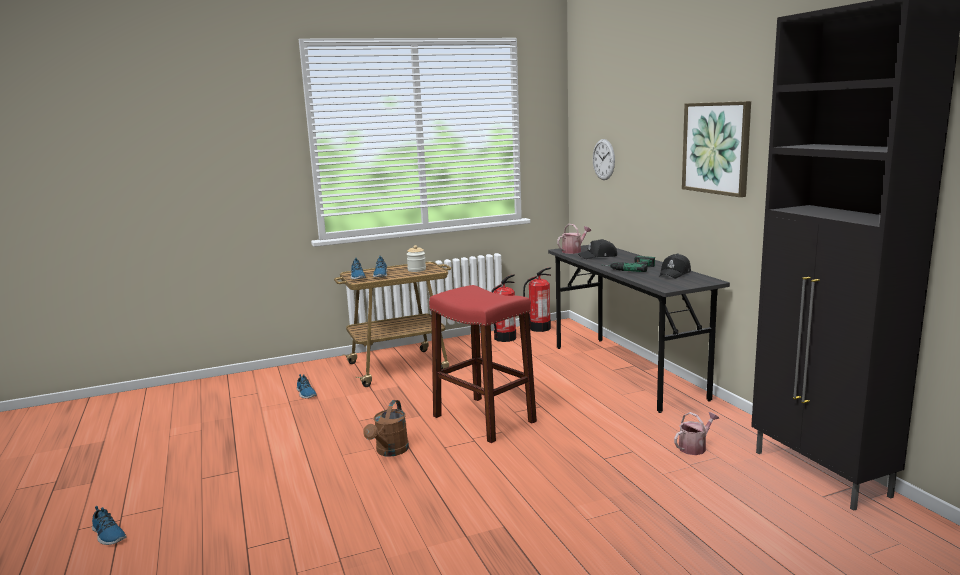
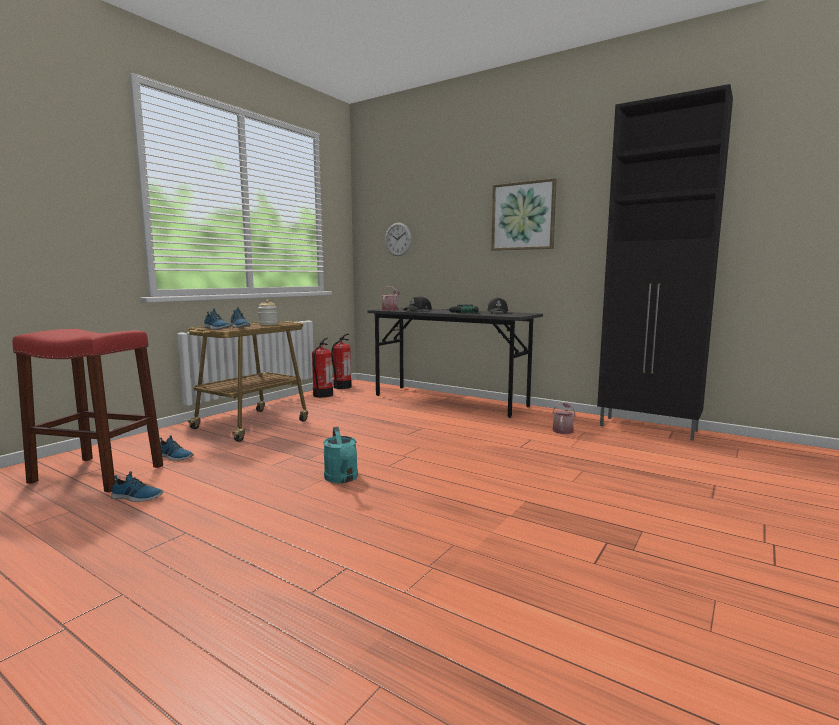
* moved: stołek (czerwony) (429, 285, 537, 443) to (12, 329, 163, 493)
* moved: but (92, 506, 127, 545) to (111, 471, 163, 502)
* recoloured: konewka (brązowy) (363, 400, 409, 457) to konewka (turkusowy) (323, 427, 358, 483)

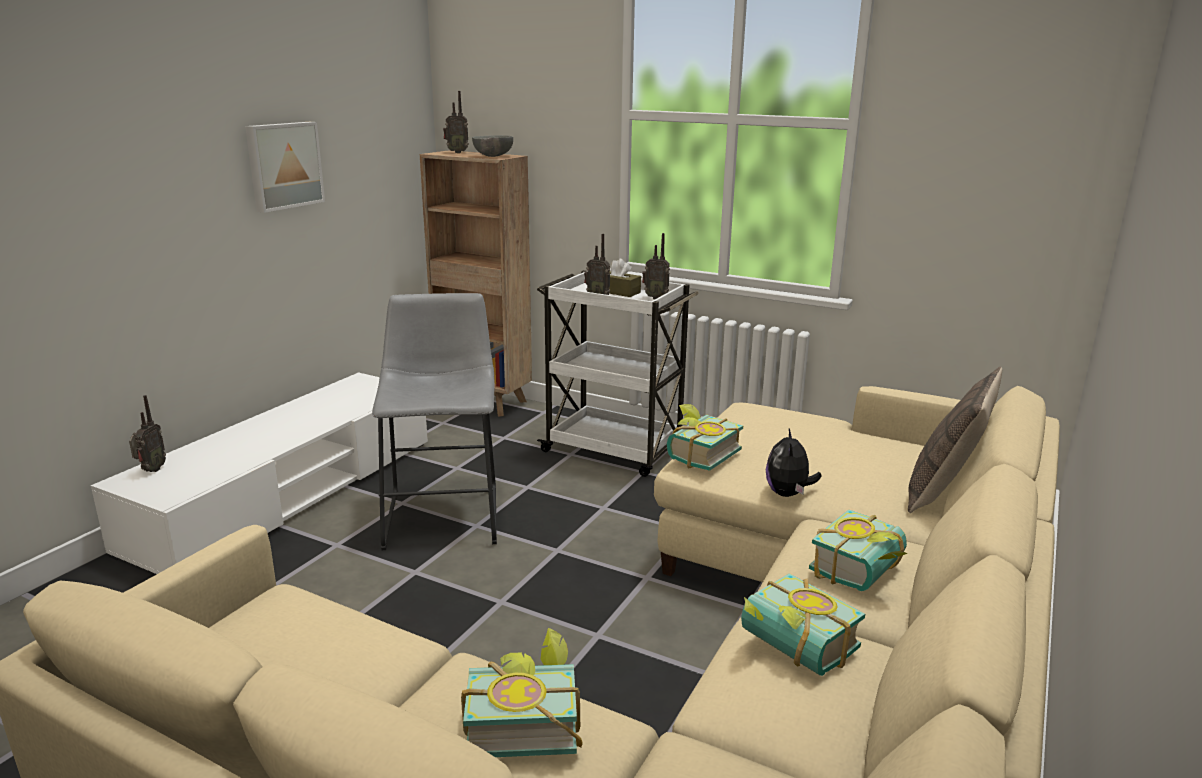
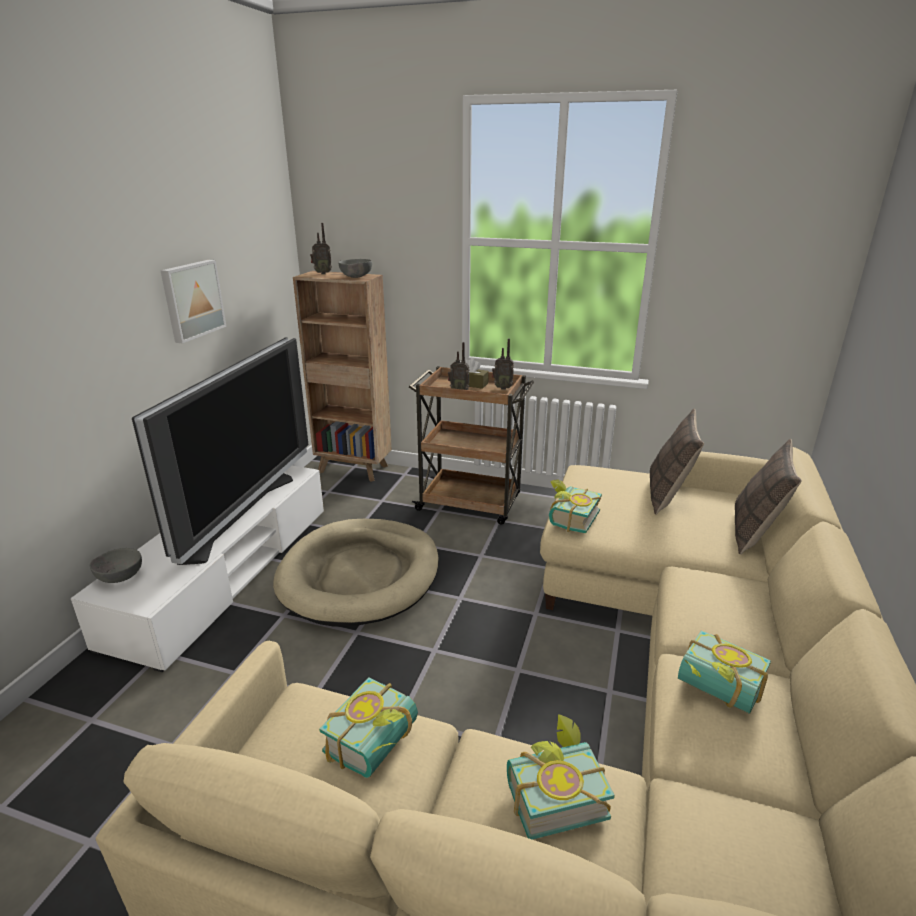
* replaced: radio (129, 395, 166, 472) to miska (szary) (90, 548, 142, 583)
* added: telewizor (132, 337, 309, 565)
* replaced: stołek (szary) (372, 293, 497, 550) to legowisko (beżowy) (273, 519, 439, 627)
* moved: książka (809, 510, 908, 591) to (319, 677, 418, 778)
* recoloured: wózek (biały) (537, 270, 699, 477) to wózek (brązowy) (409, 366, 534, 525)
* added: poduszka (650, 409, 704, 515)
* removed: pluszak (766, 429, 822, 497)

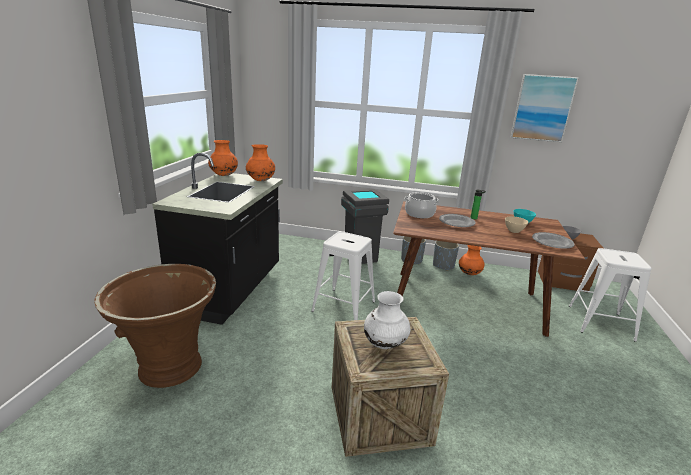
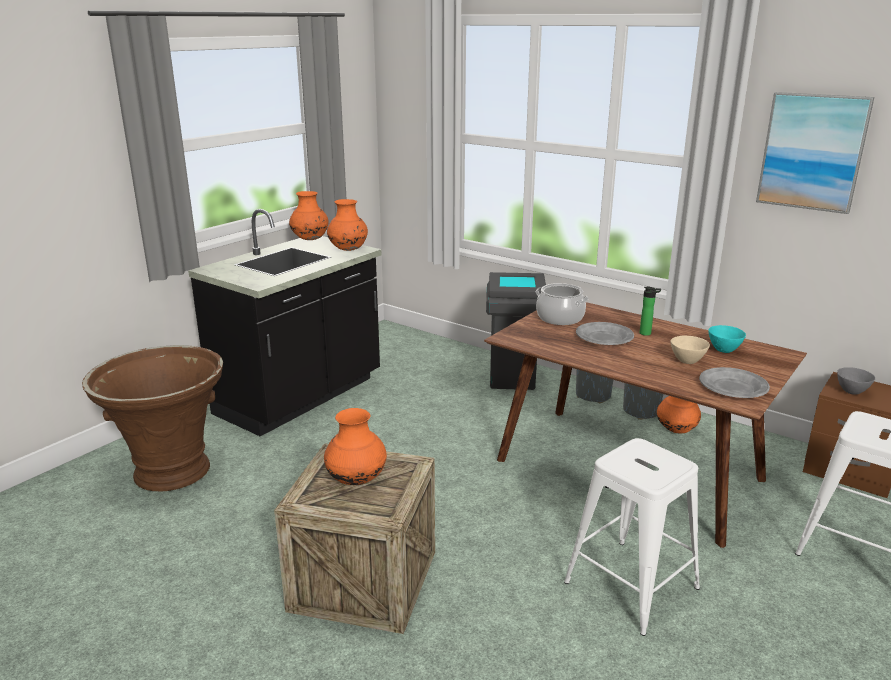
* recoloured: wazon (biały) (364, 291, 410, 349) to wazon (pomarańczowy) (324, 408, 387, 485)
* moved: stołek (biały) (311, 231, 375, 320) to (564, 438, 700, 636)

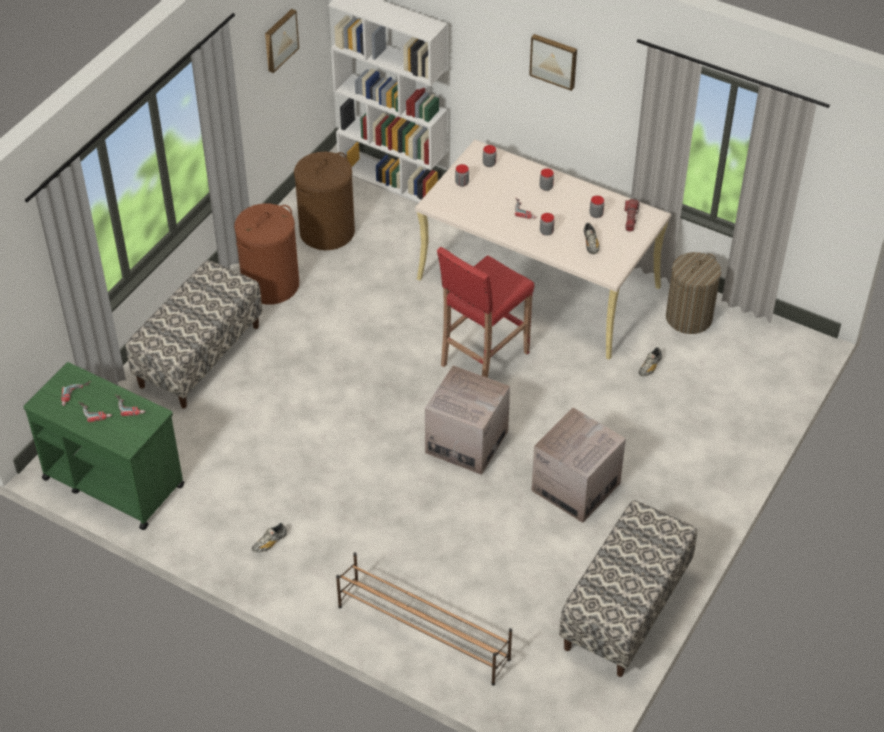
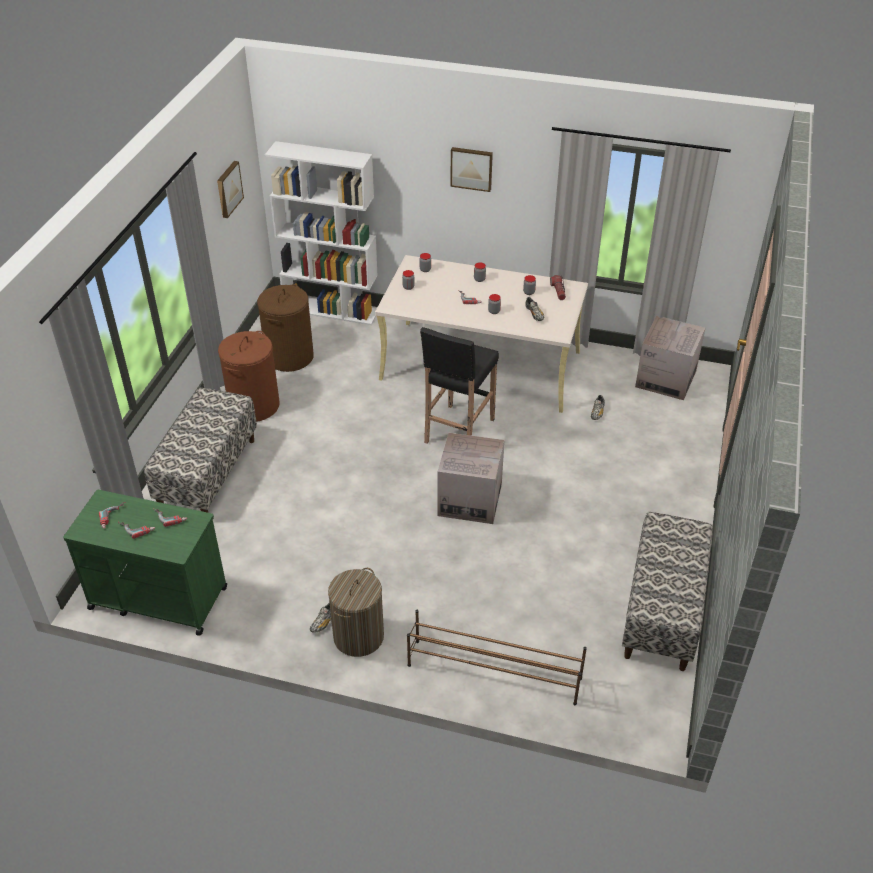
* moved: kosz na pranie (666, 252, 721, 334) to (328, 568, 384, 657)
* recoloured: stołek (czerwony) (437, 247, 534, 378) to stołek (czarny) (420, 327, 499, 444)
* moved: karton (531, 407, 626, 523) to (635, 316, 705, 400)

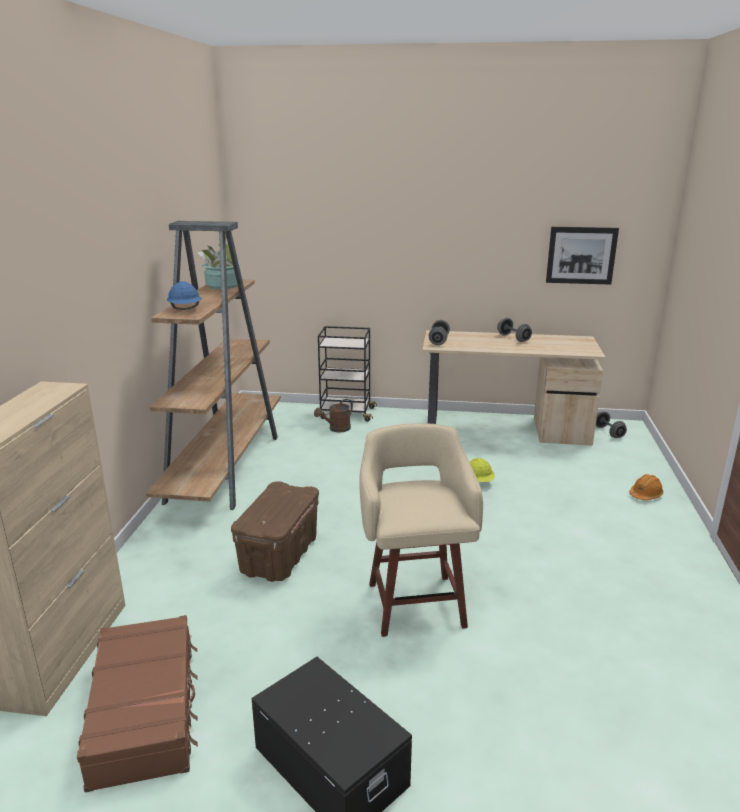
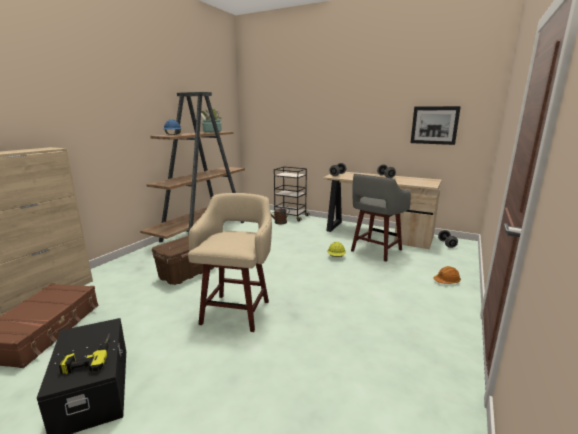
* added: wiertarka (59, 333, 110, 374)
* added: stołek (szary) (351, 174, 411, 262)

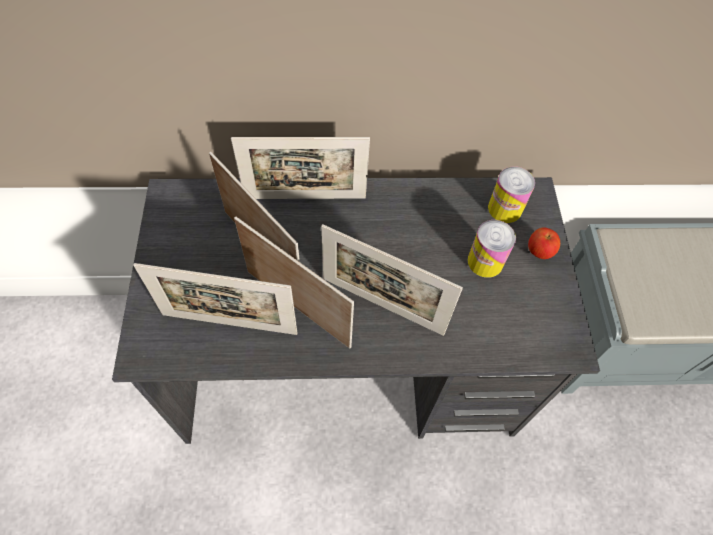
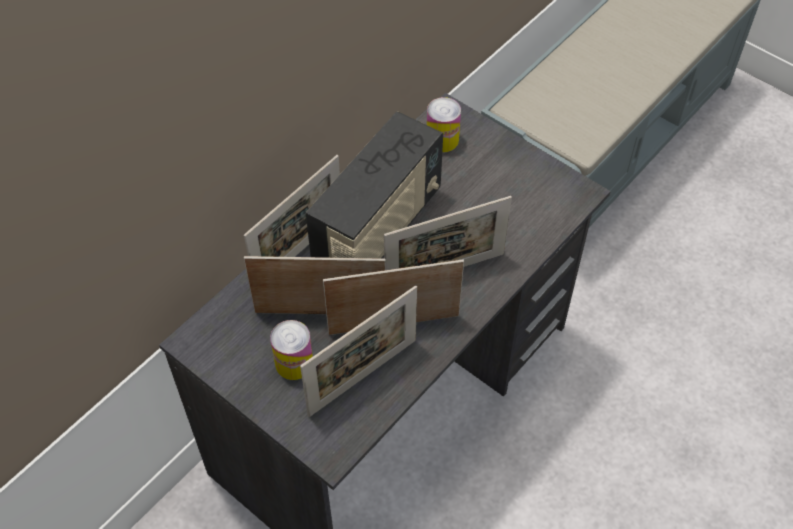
* moved: puszka (468, 220, 516, 278) to (270, 320, 313, 380)
* added: radio (306, 111, 443, 259)
* removed: jabłko (528, 228, 560, 259)

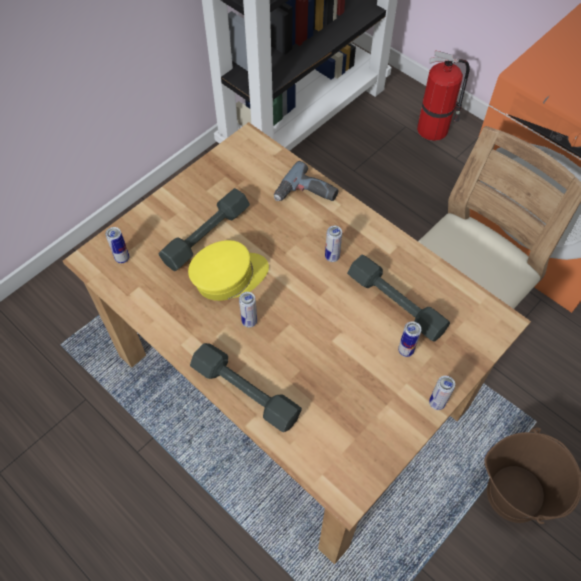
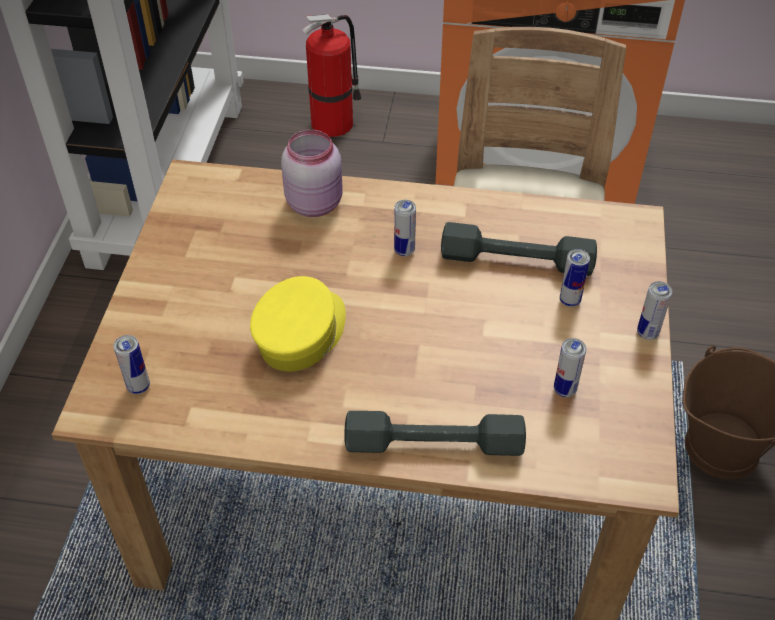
* replaced: wiertarka (274, 161, 338, 201) to słoik (różowy) (281, 130, 342, 217)
* moved: puszka (239, 292, 257, 328) to (554, 338, 586, 397)
* removed: hantel (szary) (158, 188, 250, 271)

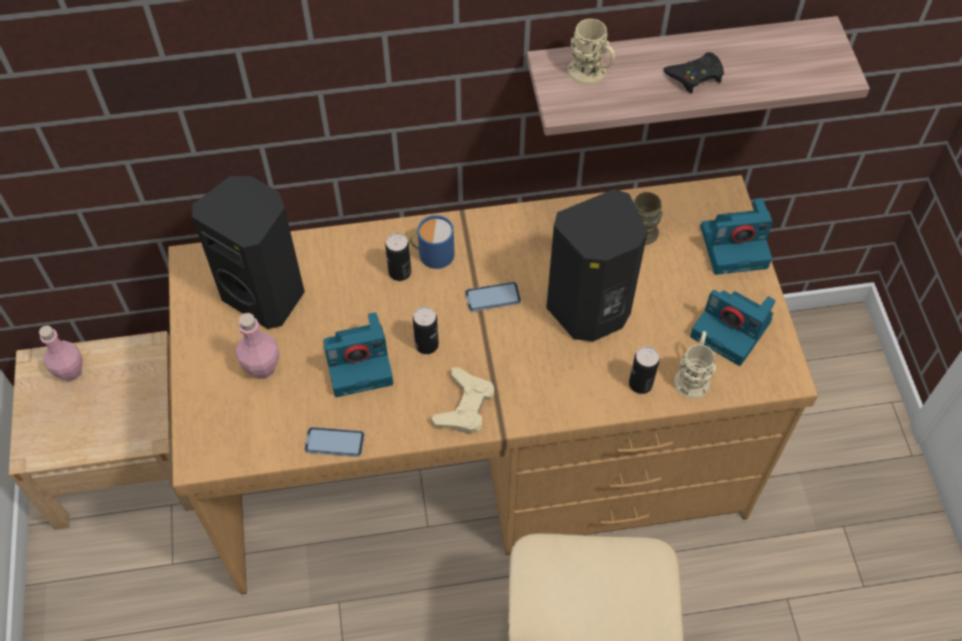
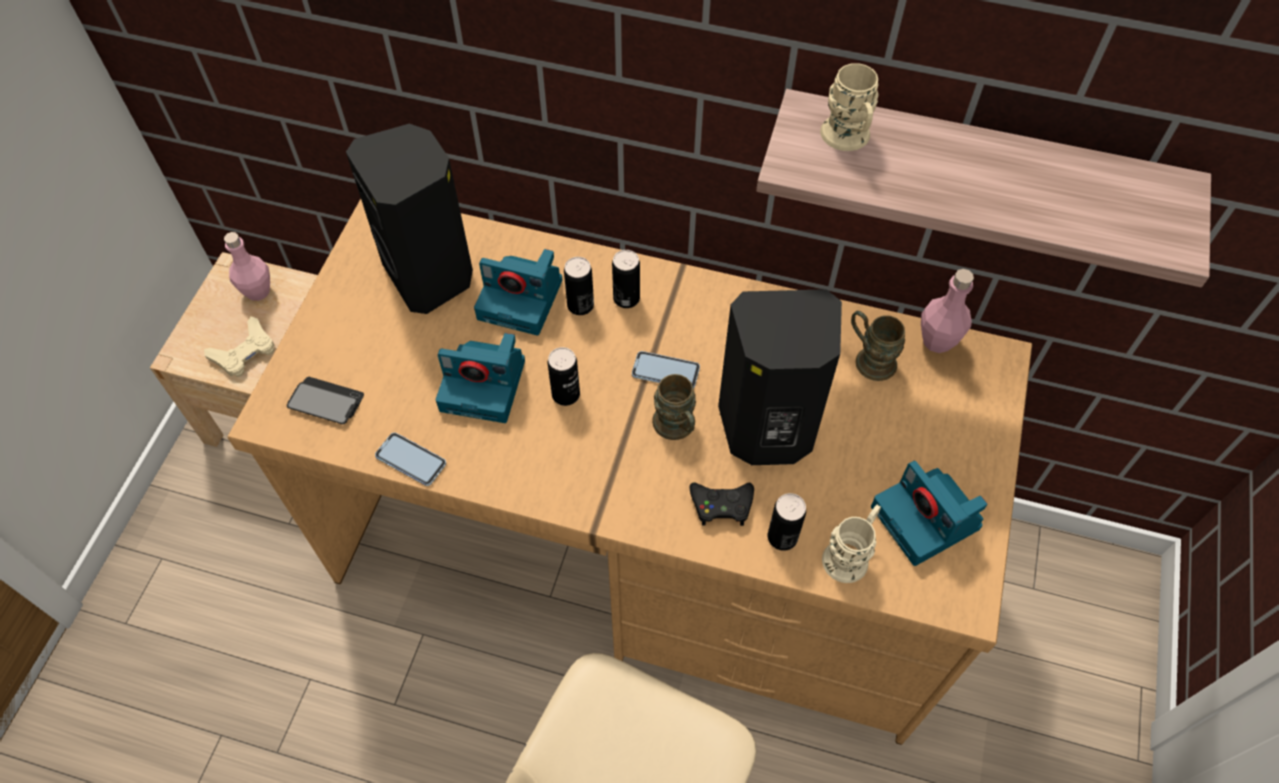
* moved: pad do gier (beżowy) (431, 367, 494, 434) to (204, 316, 275, 377)
* added: telefon (287, 377, 364, 425)
* moved: aparat fotograficzny (701, 198, 773, 275) to (474, 249, 562, 335)
* replaced: kubek (niebieski) (410, 215, 455, 269) to puszka (612, 250, 640, 308)
* added: kubek (brązowy) (652, 374, 696, 440)
* moved: pad do gier (czarny) (663, 52, 724, 93) to (689, 482, 754, 526)
* moved: butelka (różowy) (236, 313, 279, 379) to (921, 269, 974, 353)

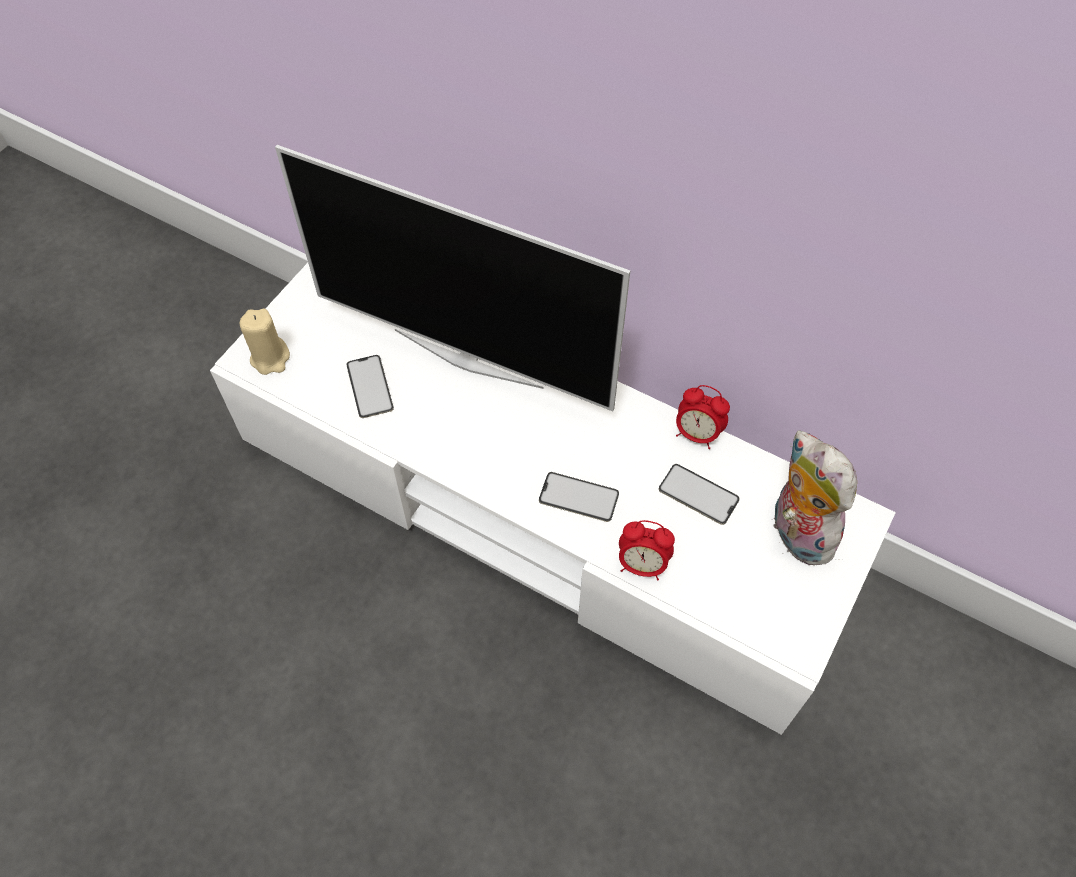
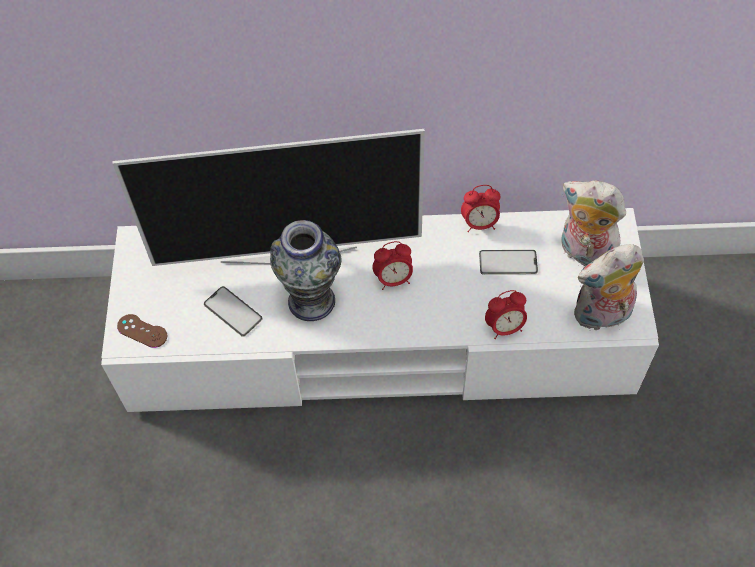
* replaced: świeca (beżowy) (240, 309, 290, 375) to pad do gier (brązowy) (117, 314, 167, 348)
* added: wazon (270, 220, 342, 321)
* added: budzik (372, 241, 413, 290)
* added: pluszak (574, 244, 644, 330)
* removed: telefon (539, 472, 619, 522)

